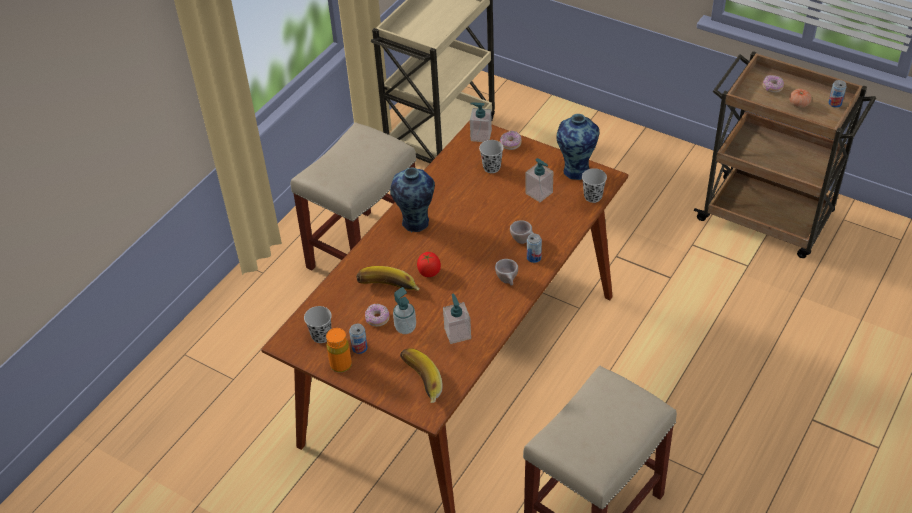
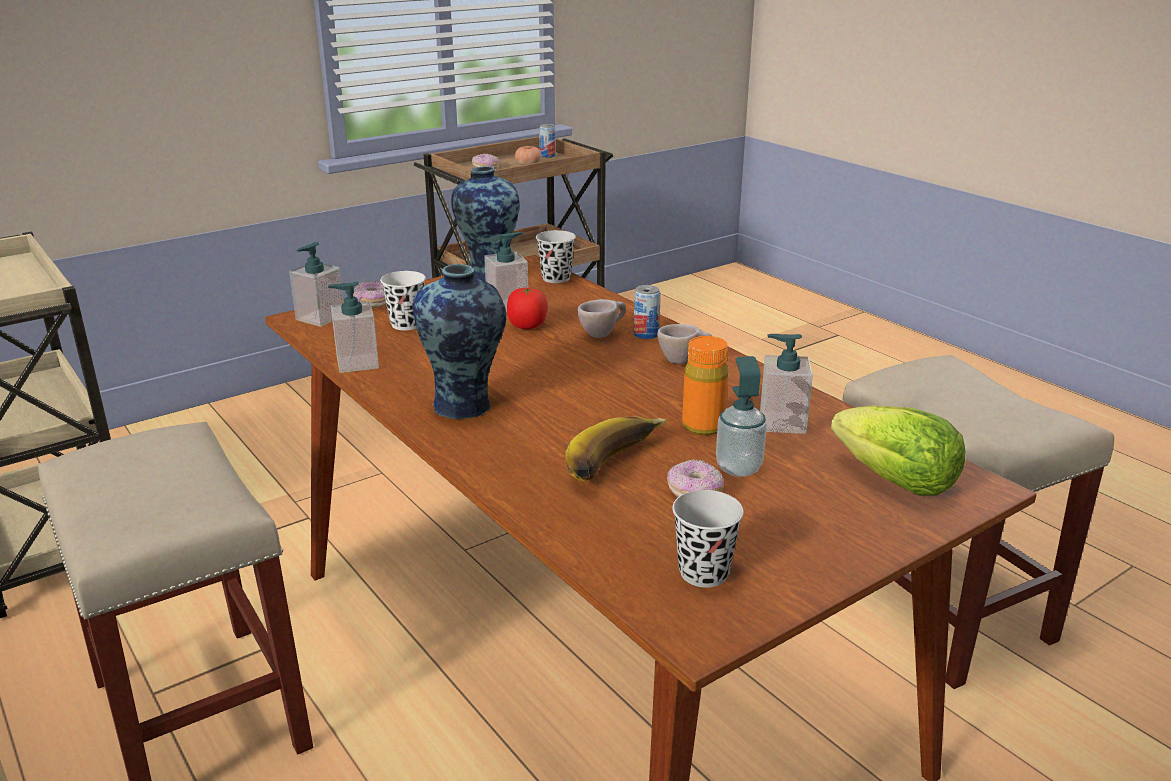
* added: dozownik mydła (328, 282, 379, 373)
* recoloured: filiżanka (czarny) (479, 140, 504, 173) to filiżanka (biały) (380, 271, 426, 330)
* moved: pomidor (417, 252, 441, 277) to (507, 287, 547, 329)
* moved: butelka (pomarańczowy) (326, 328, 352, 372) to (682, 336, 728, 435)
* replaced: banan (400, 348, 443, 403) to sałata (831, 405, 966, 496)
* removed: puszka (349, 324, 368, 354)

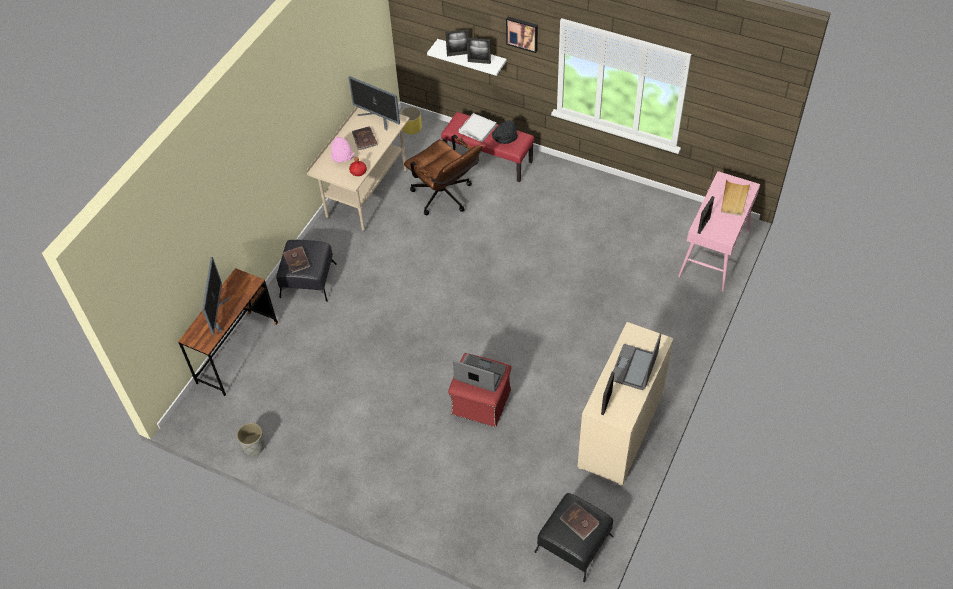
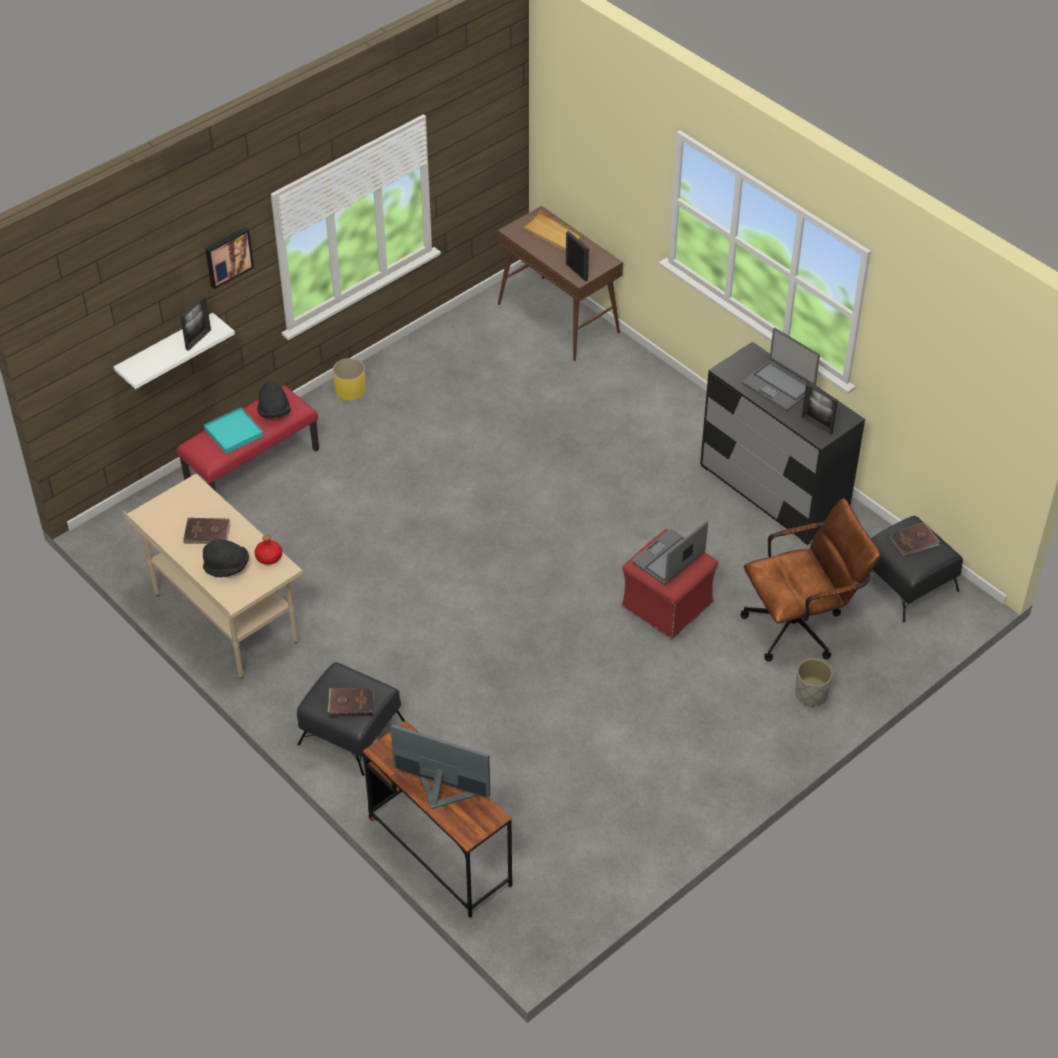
* recoloured: kapelusz (różowy) (331, 137, 354, 163) to kapelusz (czarny) (203, 539, 249, 577)
* recoloured: taca (biały) (459, 113, 497, 142) to taca (turkusowy) (204, 407, 264, 454)
* moved: donica (żółty) (400, 107, 422, 134) to (333, 358, 366, 401)
* recoloured: stolik konsolowy (różowy) (678, 171, 760, 292) to stolik konsolowy (brązowy) (498, 206, 623, 361)
* recoloured: komoda (beżowy) (578, 322, 674, 486) to komoda (czarny) (700, 342, 865, 545)
* moved: krzesło biurowe (brązowy) (404, 135, 482, 215) to (740, 498, 881, 662)
* moved: donica (szary) (237, 423, 265, 456) to (796, 658, 833, 707)
* removed: monitor (349, 76, 400, 131)
* removed: ramka na zdjęcie (445, 29, 469, 56)

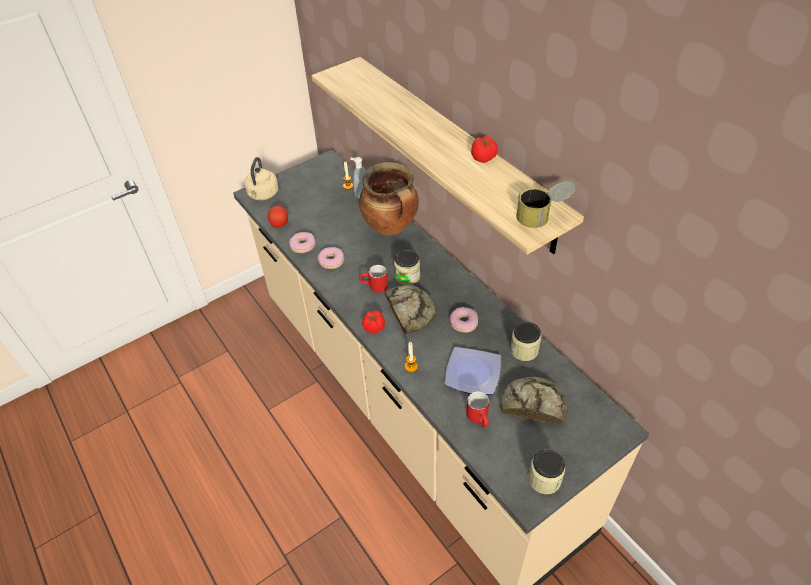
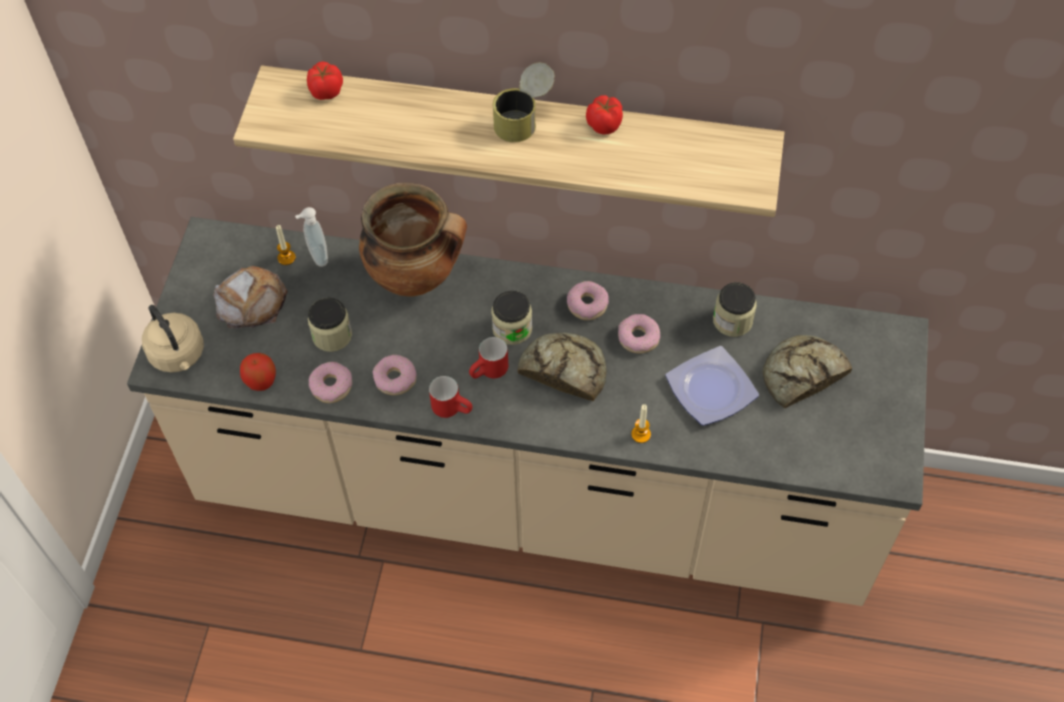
* added: chleb (213, 266, 288, 328)
* moved: pomidor (362, 311, 385, 333) to (307, 61, 343, 100)
* moved: słoik (528, 449, 565, 494) to (308, 298, 352, 352)
* moved: kubek (czerwony) (466, 391, 489, 428) to (429, 376, 472, 418)
* moved: puszka (516, 181, 575, 228) to (492, 62, 555, 142)
* added: donut (567, 281, 609, 320)

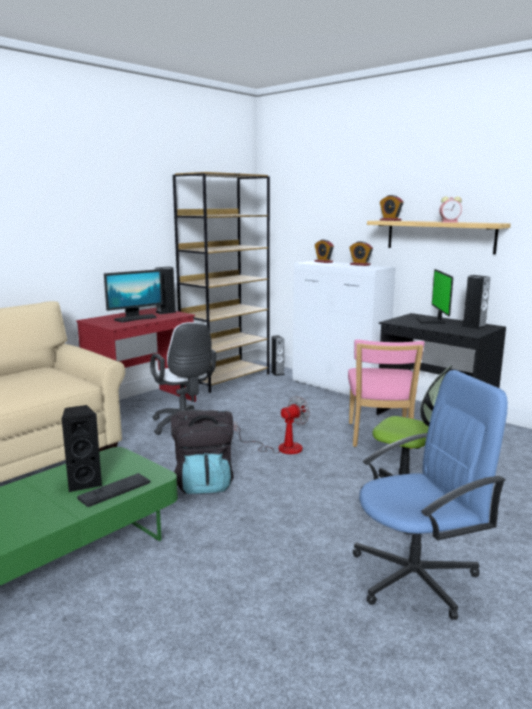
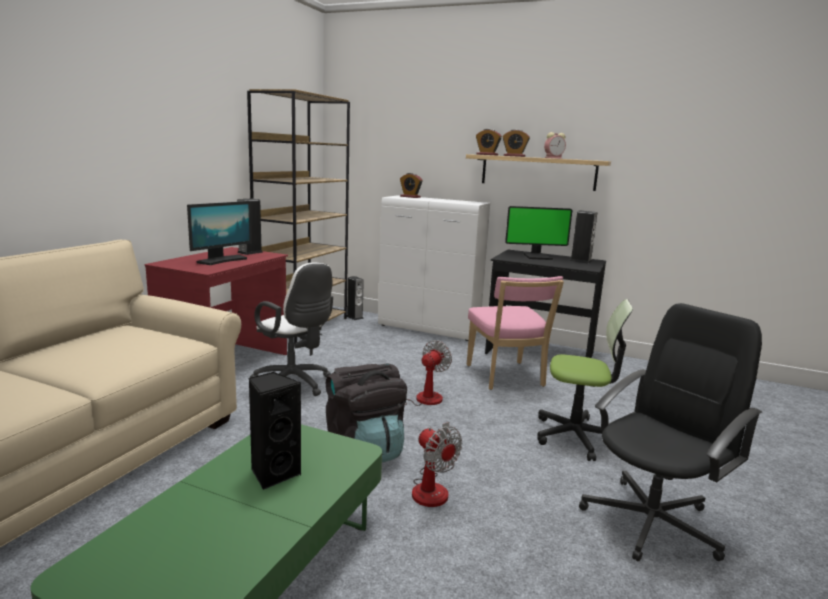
* added: wentylator (412, 422, 462, 507)
* moved: budzik (349, 241, 373, 266) to (503, 129, 530, 157)
* turned: monitor (416, 269, 453, 324) = (505, 206, 572, 260) 75 degrees counterclockwise
* recoloured: krzesło biurowe (niebieski) (353, 370, 508, 620) to krzesło biurowe (czarny) (579, 303, 762, 561)
* removed: klawiatura (77, 473, 150, 507)

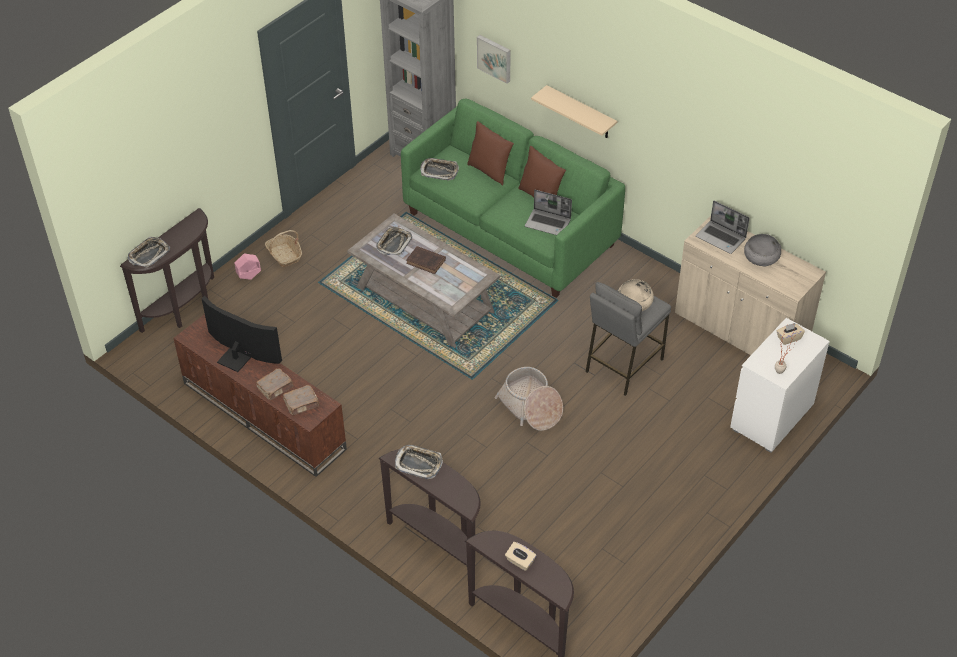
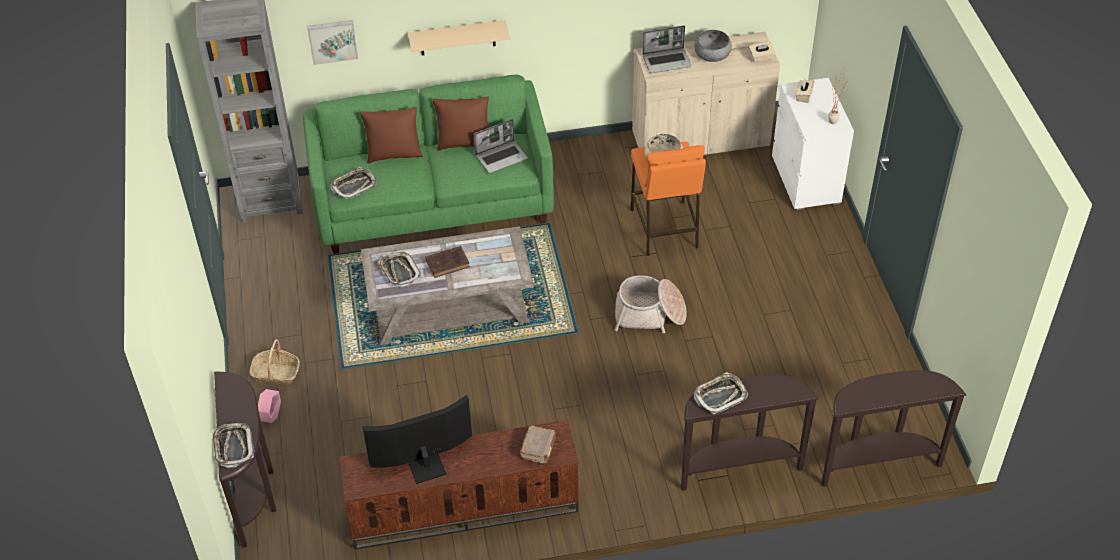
* recoloured: stołek (szary) (586, 282, 671, 396) to stołek (pomarańczowy) (631, 141, 706, 256)
* moved: pudełko chusteczek (beżowy) (505, 542, 536, 571) to (749, 42, 775, 62)
* removed: książka (brązowy) (256, 368, 294, 400)

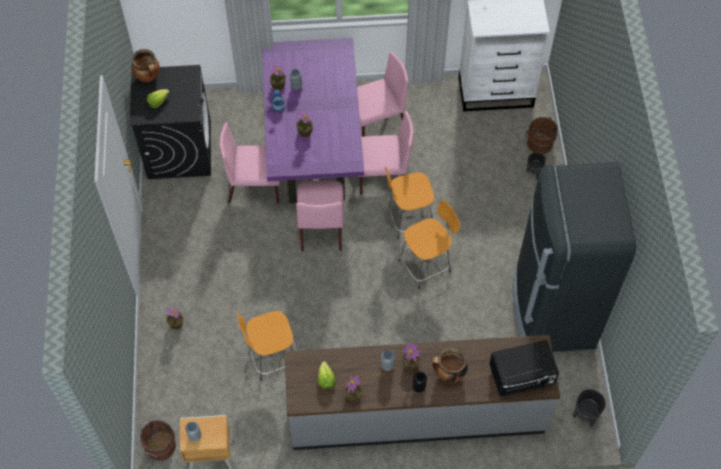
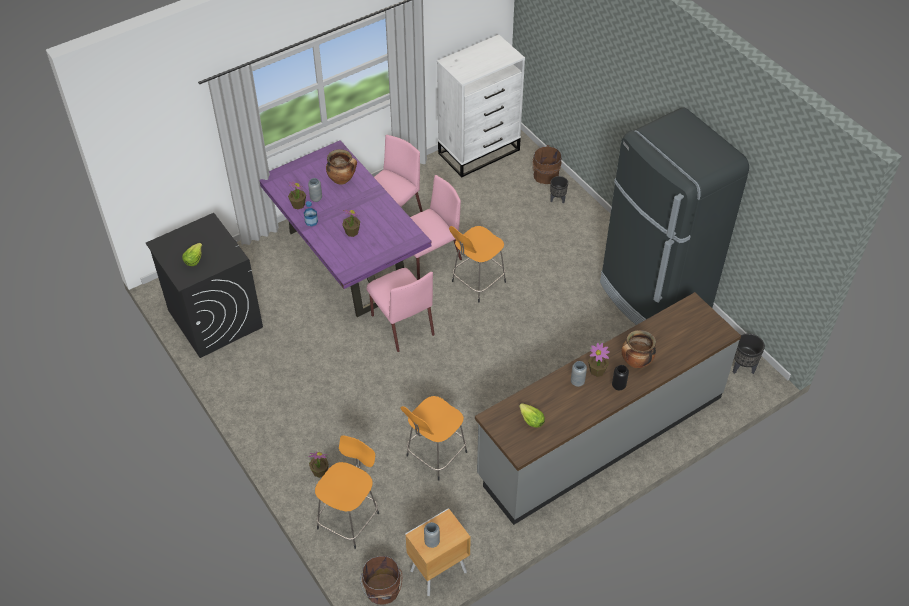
* moved: stołek (pomarańczowy) (399, 200, 460, 289) to (315, 435, 379, 549)
* moved: garnek (131, 49, 160, 82) to (326, 149, 357, 185)
* removed: krzesło (różowy) (219, 122, 280, 204)
* removed: roślina doniczkowa (343, 375, 363, 402)
* removed: mikrofalówka (czarny) (489, 340, 559, 397)

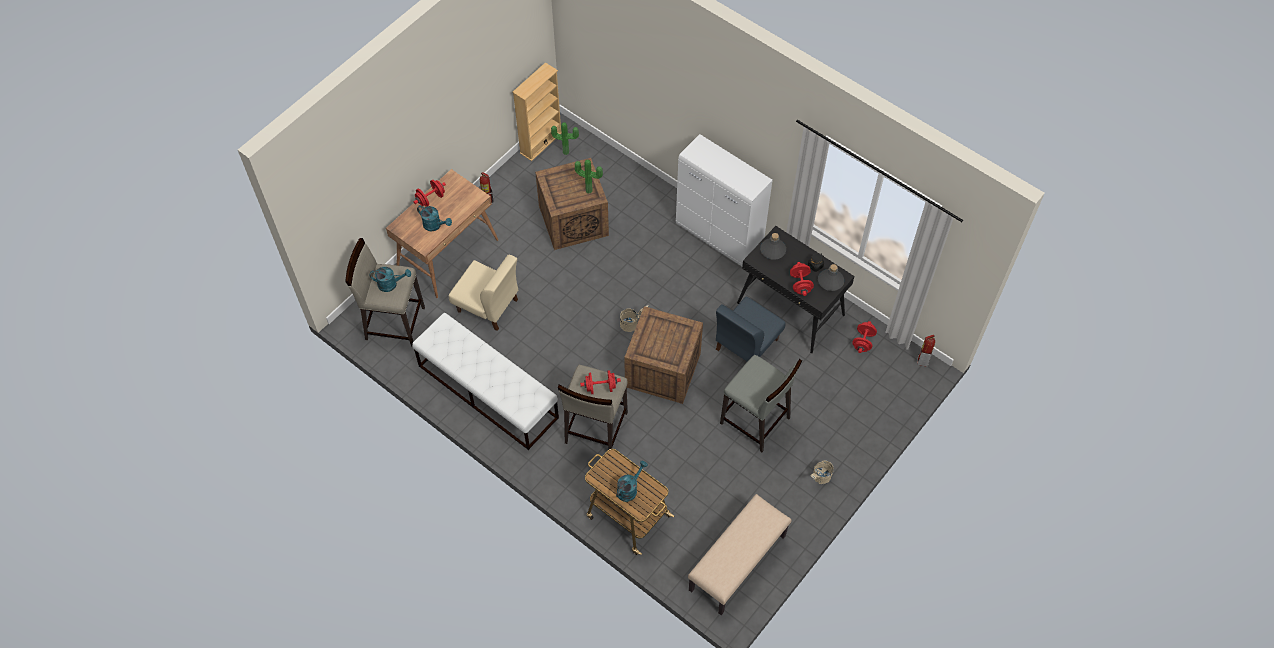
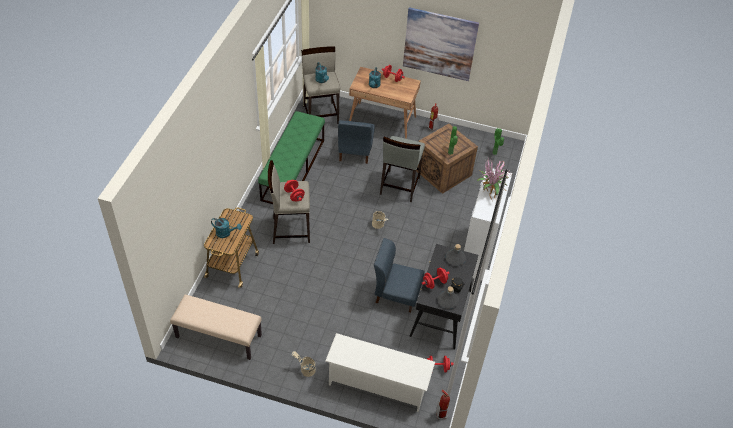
* recoloured: ławka (biały) (412, 313, 559, 450) to ławka (zielony) (258, 111, 325, 204)
* added: regał na buty (biały) (325, 333, 435, 412)
* recoloured: krzesło (beżowy) (449, 255, 518, 331) to krzesło (niebieski) (338, 120, 375, 164)
* moved: stołek (szary) (720, 355, 802, 452) to (380, 136, 425, 202)
* added: obraz (403, 7, 479, 81)
* added: roślina doniczkowa (476, 158, 512, 200)
* removed: regał (beżowy) (512, 62, 562, 161)
* removed: skrzynka (624, 306, 703, 404)

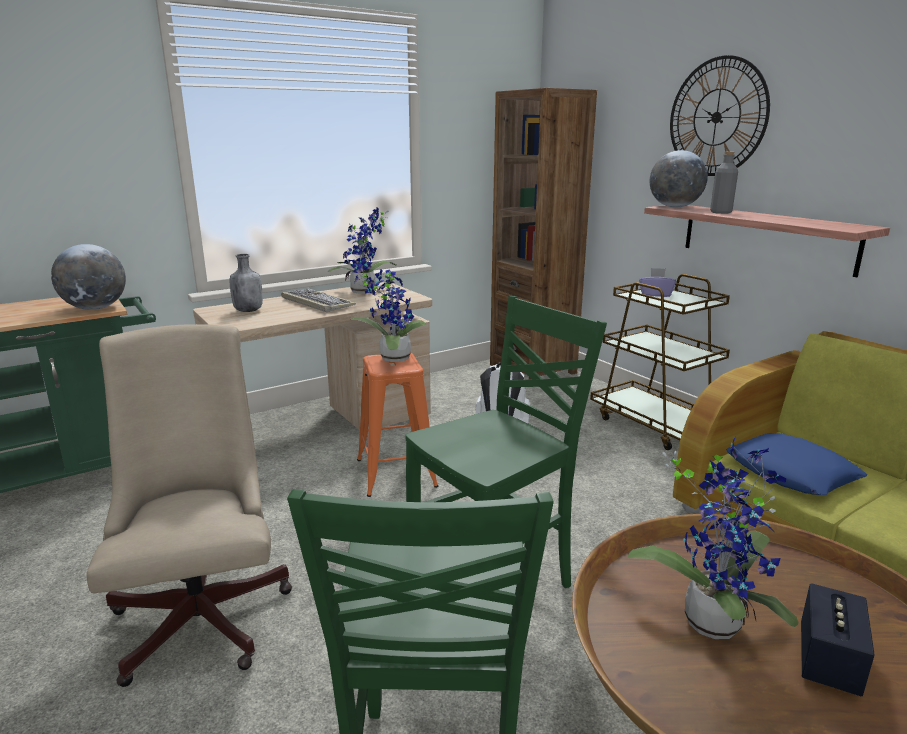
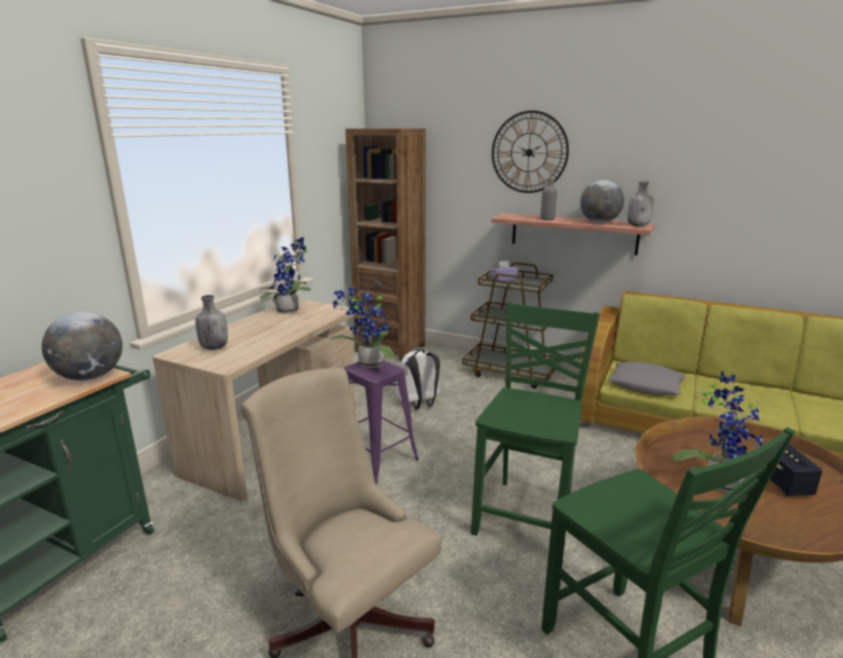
* recoloured: stołek (pomarańczowy) (357, 353, 438, 497) to stołek (fioletowy) (343, 360, 419, 484)
* moved: globus (650, 150, 708, 207) to (580, 180, 624, 223)
* recoloured: poduszka (niebieski) (726, 433, 867, 495) to poduszka (szary) (608, 362, 686, 395)
* added: butelka (szary) (628, 181, 654, 226)
* removed: klawiatura (281, 289, 356, 312)

